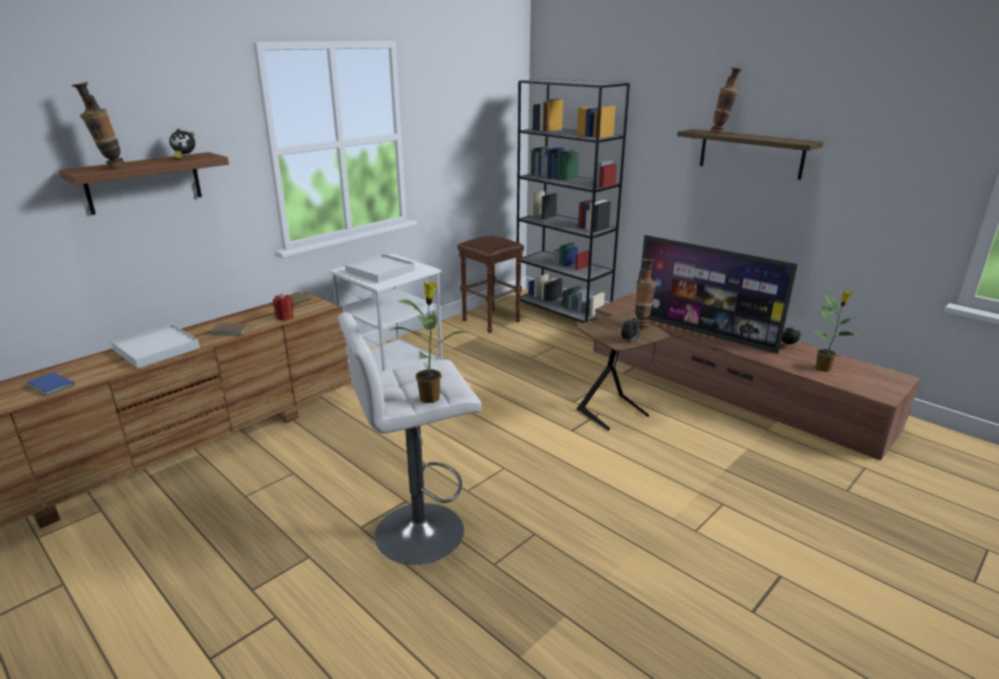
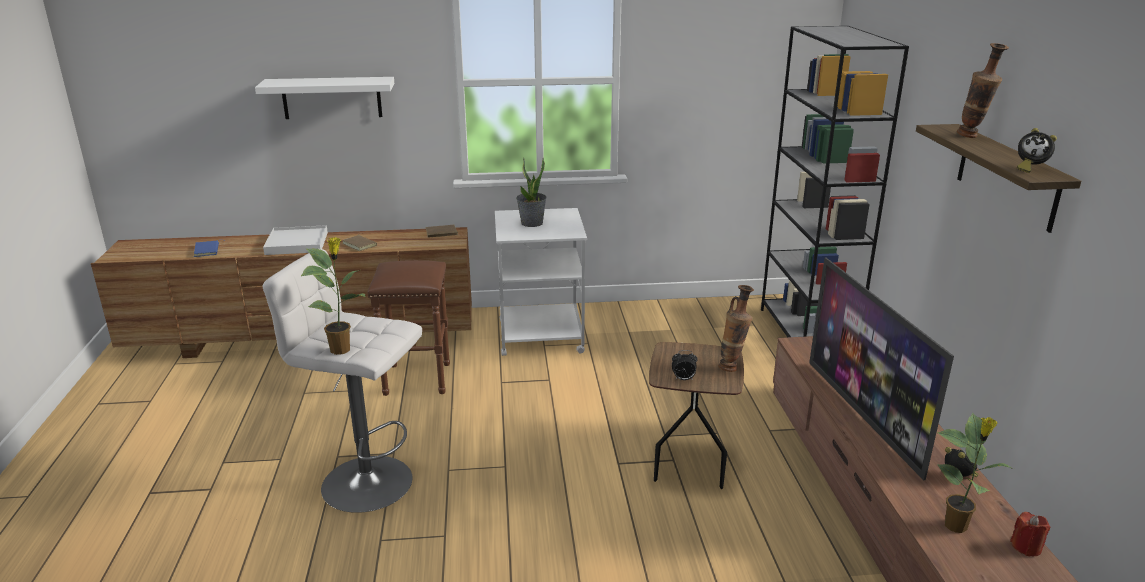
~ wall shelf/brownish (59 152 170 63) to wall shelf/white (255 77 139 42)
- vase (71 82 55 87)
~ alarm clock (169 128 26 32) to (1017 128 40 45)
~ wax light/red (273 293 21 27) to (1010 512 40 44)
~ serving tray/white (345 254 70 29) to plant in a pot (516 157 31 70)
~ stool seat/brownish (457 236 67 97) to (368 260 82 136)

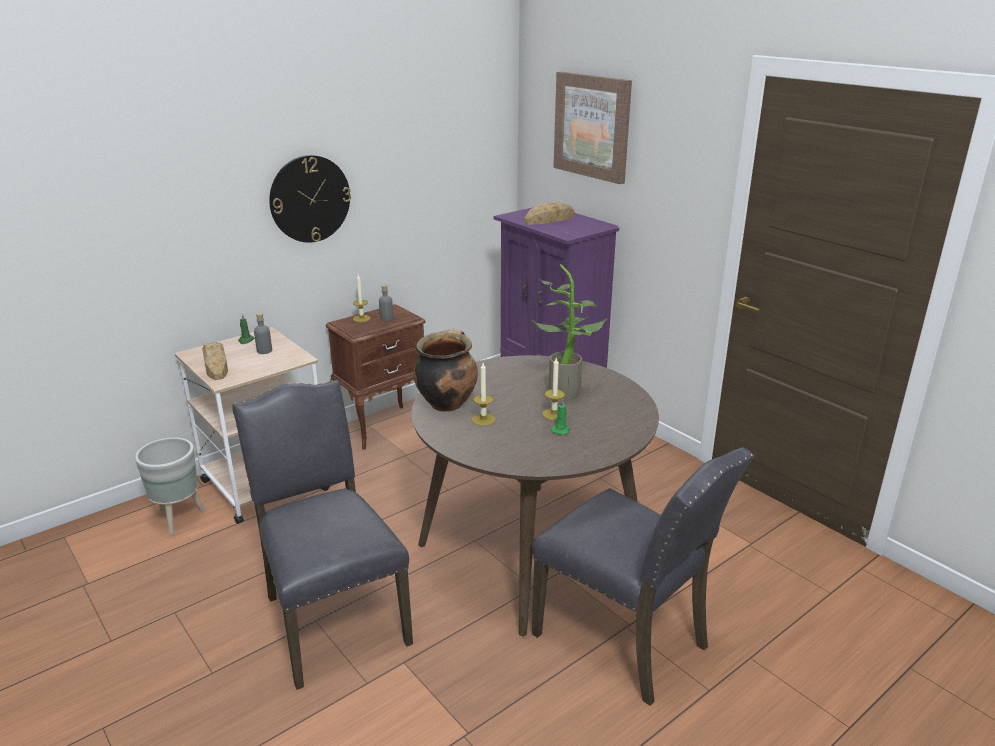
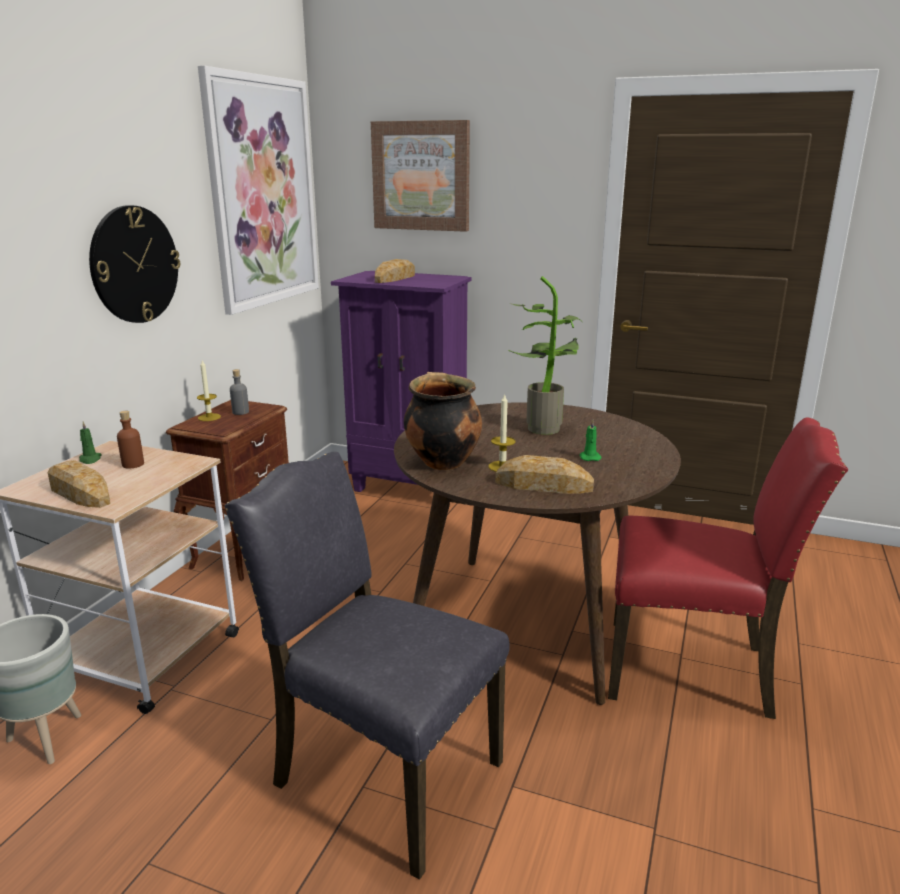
~ bottle/greyish (254 313 18 41) to bottle/brownish (117 411 27 57)
~ chair/greyish (532 447 222 259) to chair/red (608 417 240 302)
- wax light (543 358 22 62)
+ picture (198 66 121 249)
+ baked bread (495 455 99 39)

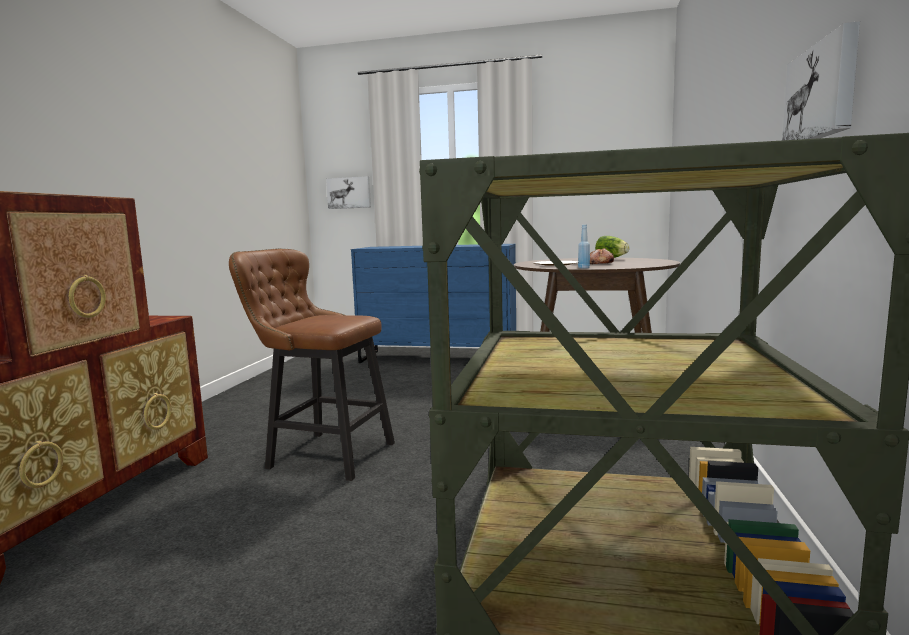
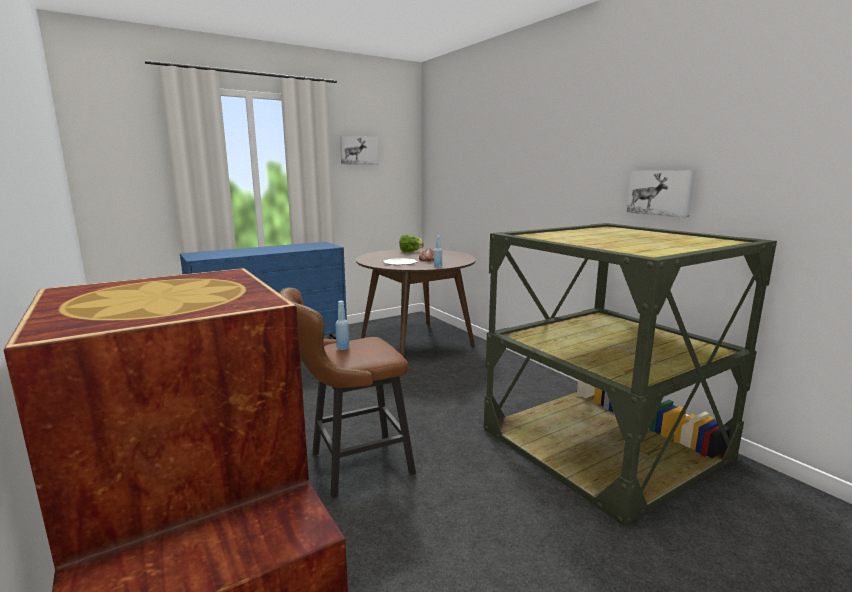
~ picture (326 176 45 33) to (340 135 39 30)
+ bottle/blue-coloured (335 301 15 49)

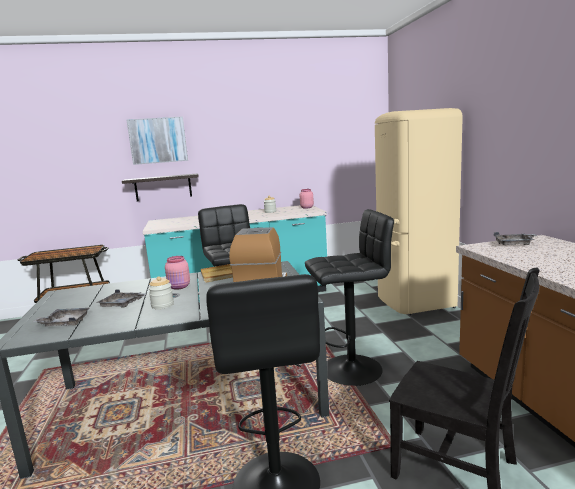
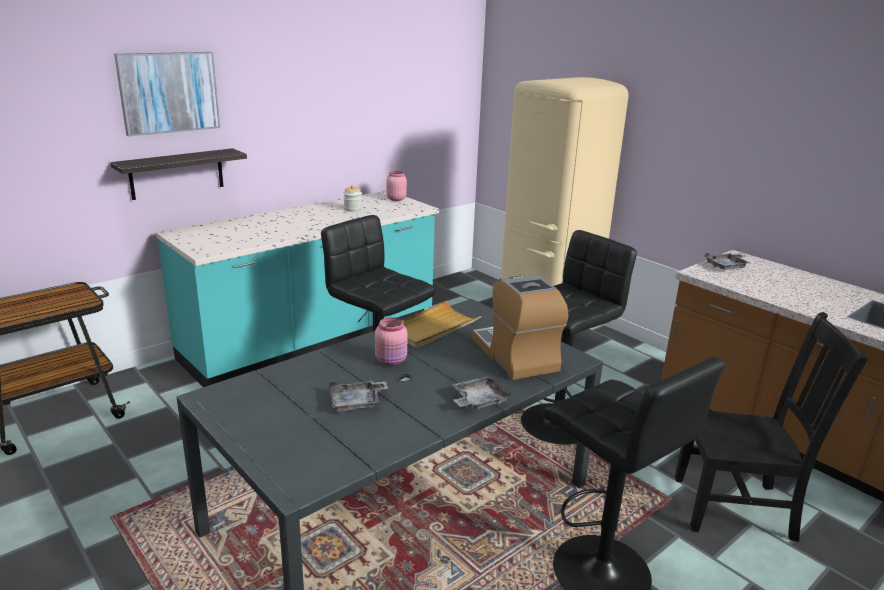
~ serving tray/greyish (33 308 57 19) to (451 376 61 33)
- jar (148 277 26 32)

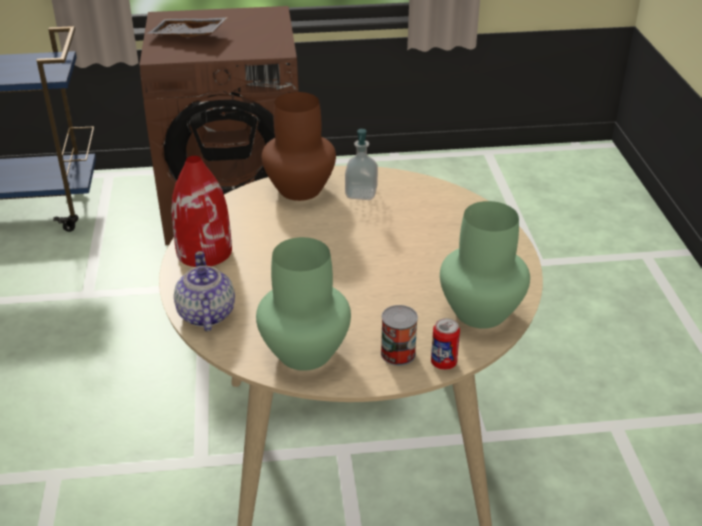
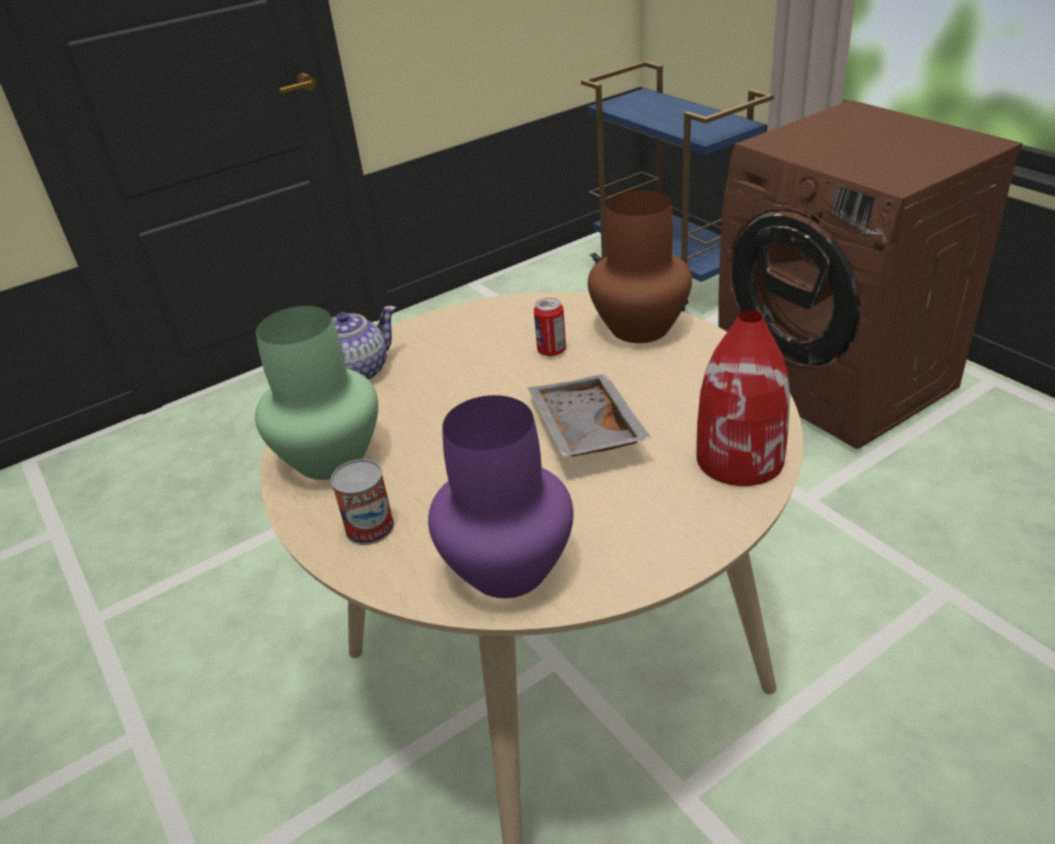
~ serving tray/greyish (147 17 81 20) to (528 374 124 83)
~ vase/red (171 156 61 111) to (696 310 94 176)
- soap bottle (345 129 33 71)
~ metal can (431 318 29 52) to (534 298 32 58)
~ vase/green (440 201 90 128) to vase/purplish (428 395 145 203)

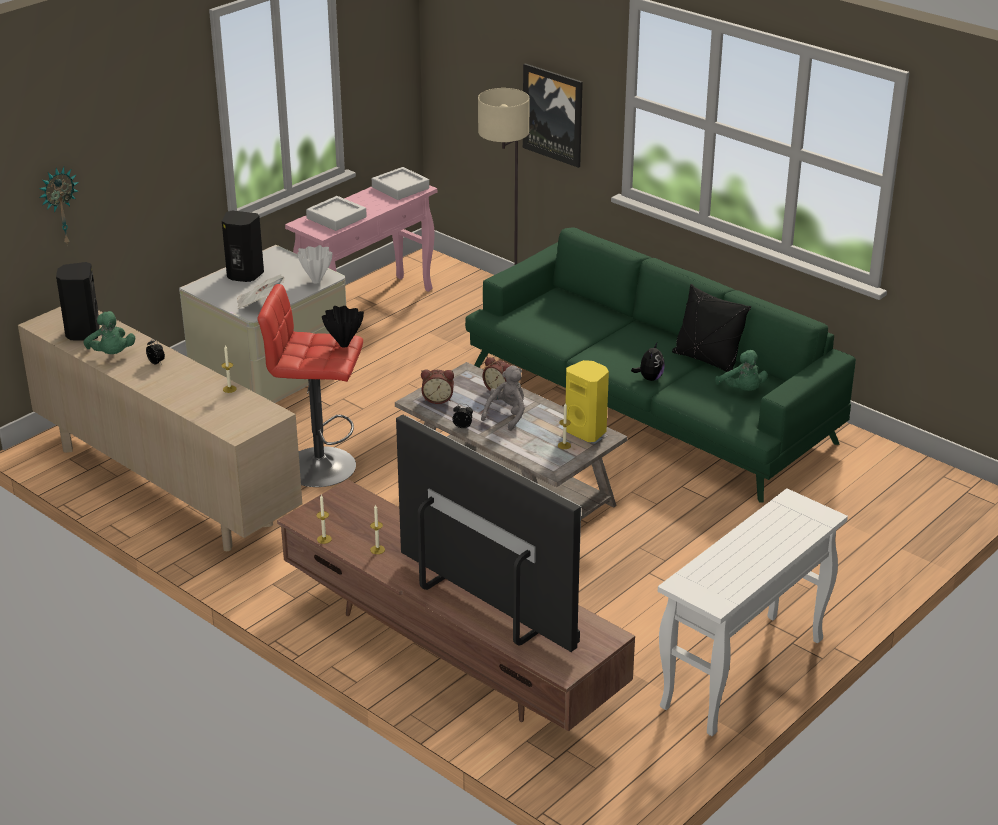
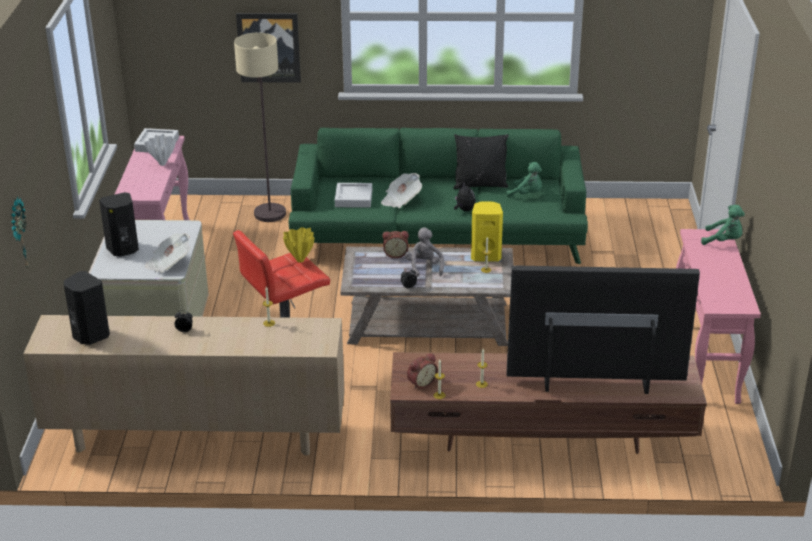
~ plush toy/green (83 311 52 43) to (701 205 44 40)
~ vase/white (298 245 35 39) to (144 134 32 32)
~ serving tray/greyish (306 196 61 35) to (335 183 37 25)
~ vase/blackish (322 306 42 41) to vase/yellowish (283 227 31 36)
~ alarm clock (421 370 33 34) to (407 353 31 37)
~ console table/white (658 488 190 248) to console table/pink-coloured (676 229 85 175)
+ newspaper (381 173 41 35)

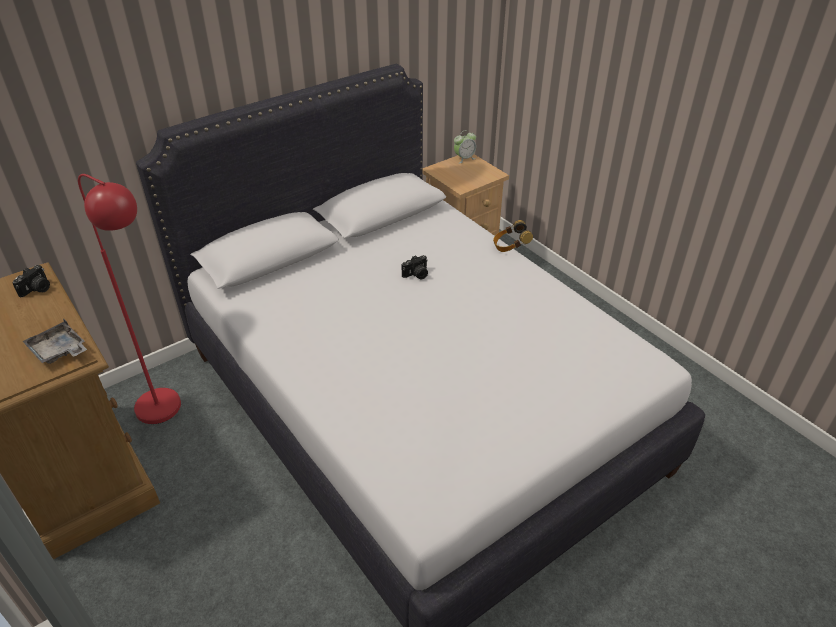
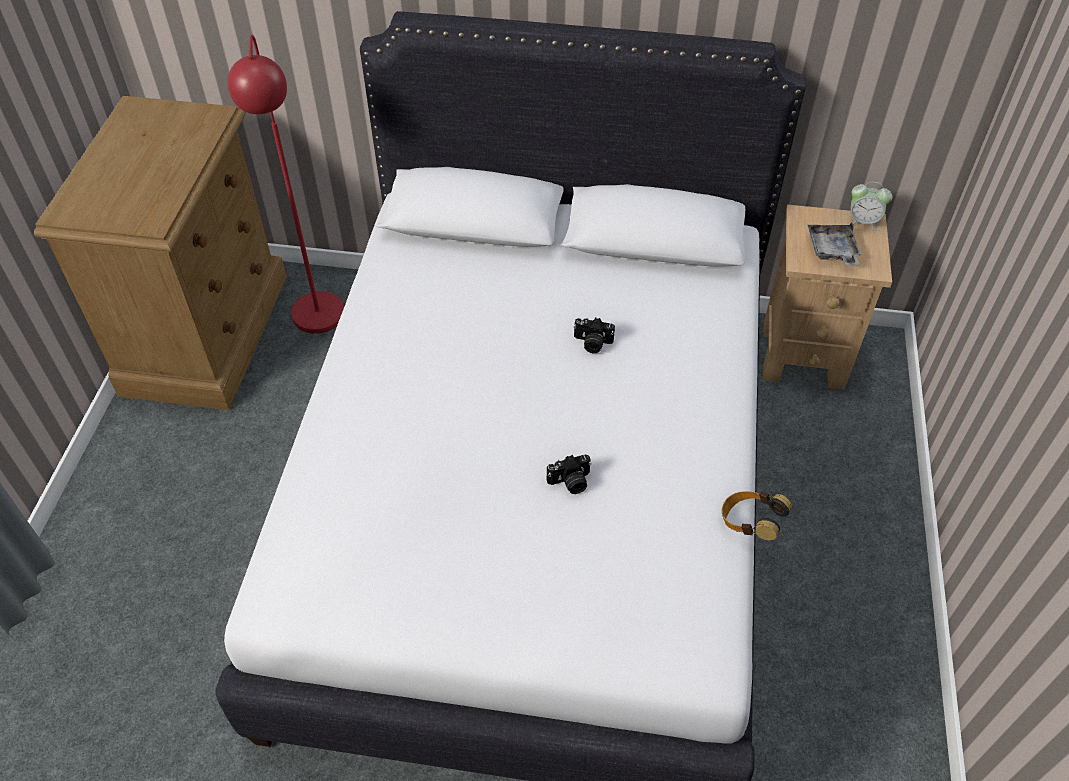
~ photo camera (12 265 38 32) to (547 455 45 39)
~ serving tray/greyish (23 318 64 46) to (808 222 53 43)
~ pair of headphones (493 220 40 32) to (722 491 70 49)

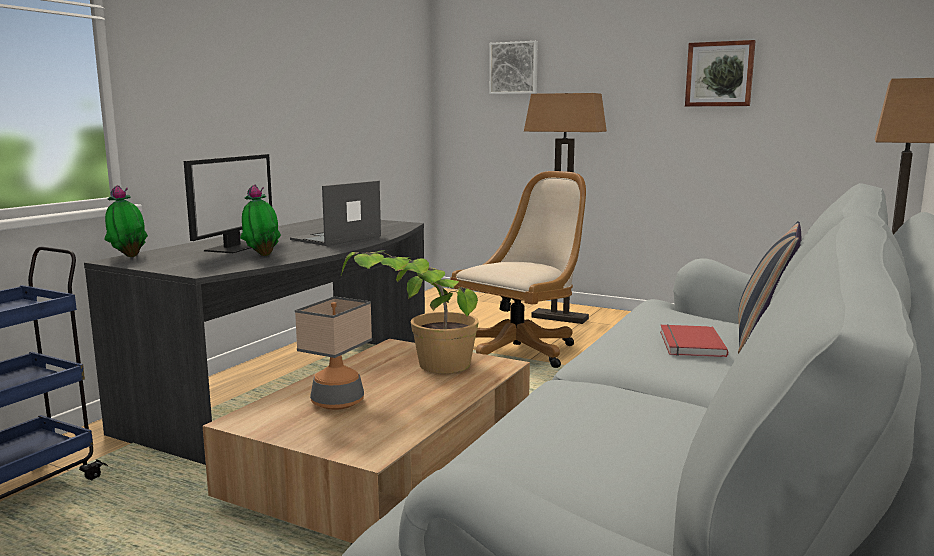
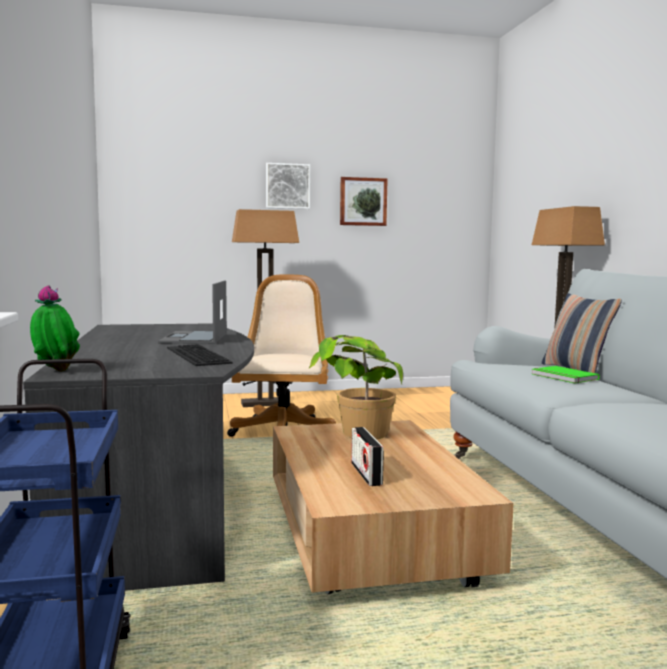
- computer display (184 154 88 99)
~ plant in a pot (240 185 41 71) to computer keyboard (167 344 66 22)
~ table lamp (295 296 77 114) to radio (351 427 33 59)
~ picture (489 41 49 53) to (266 163 44 46)
~ bound book/red (660 324 68 33) to bound book/green (532 366 68 17)

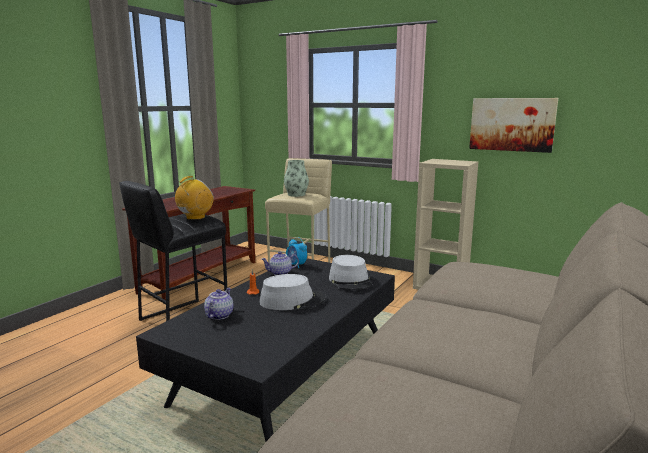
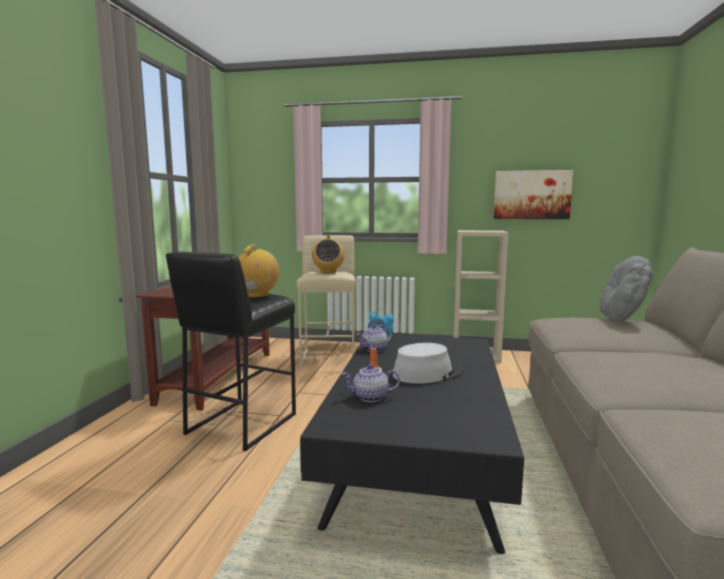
~ pot for tea (204 288 30 32) = (342 364 58 38) 90 degrees counterclockwise
~ vase (284 160 25 37) to radio (312 235 33 38)
- hat/greyish (329 255 43 35)
+ cushion/greyish (600 256 52 66)

